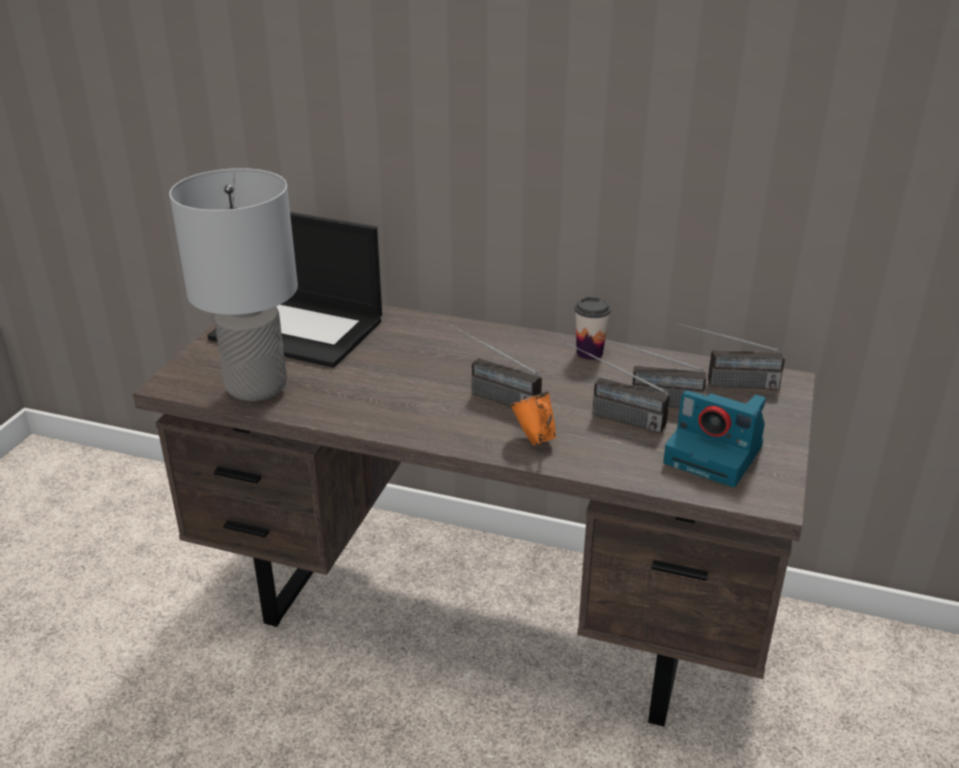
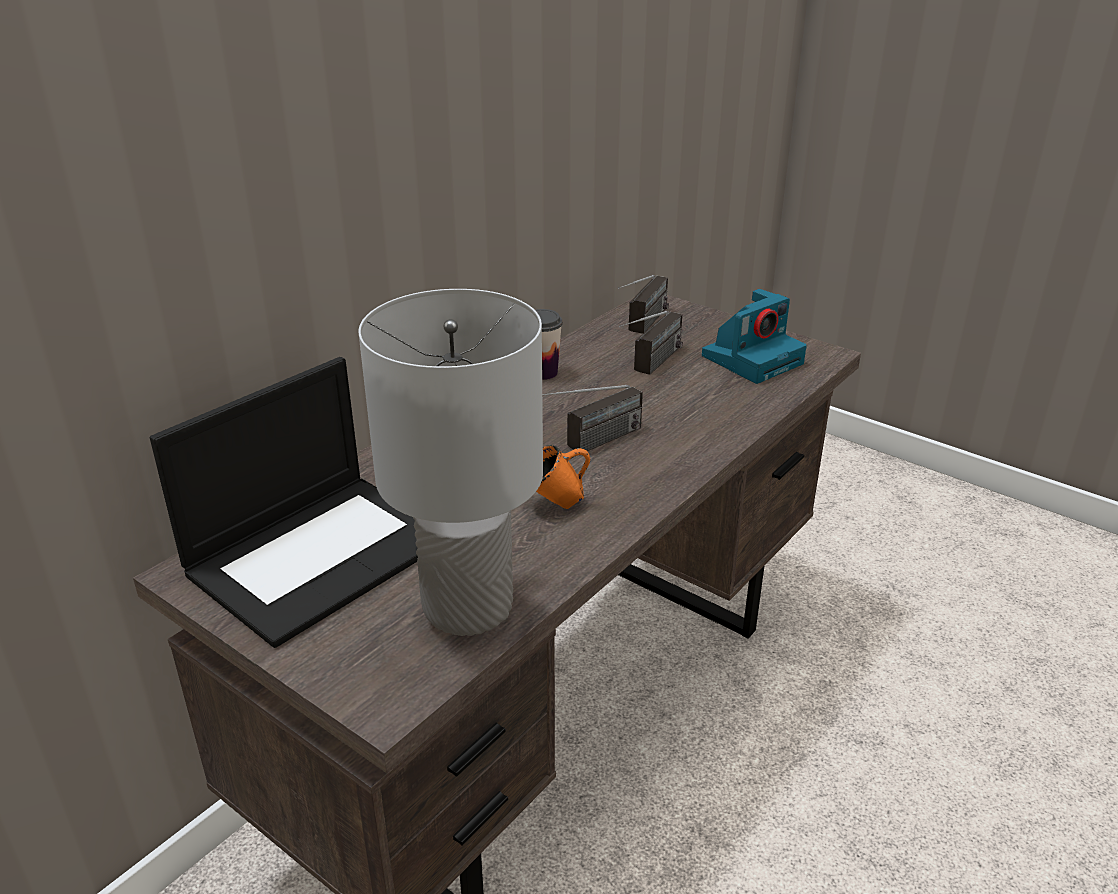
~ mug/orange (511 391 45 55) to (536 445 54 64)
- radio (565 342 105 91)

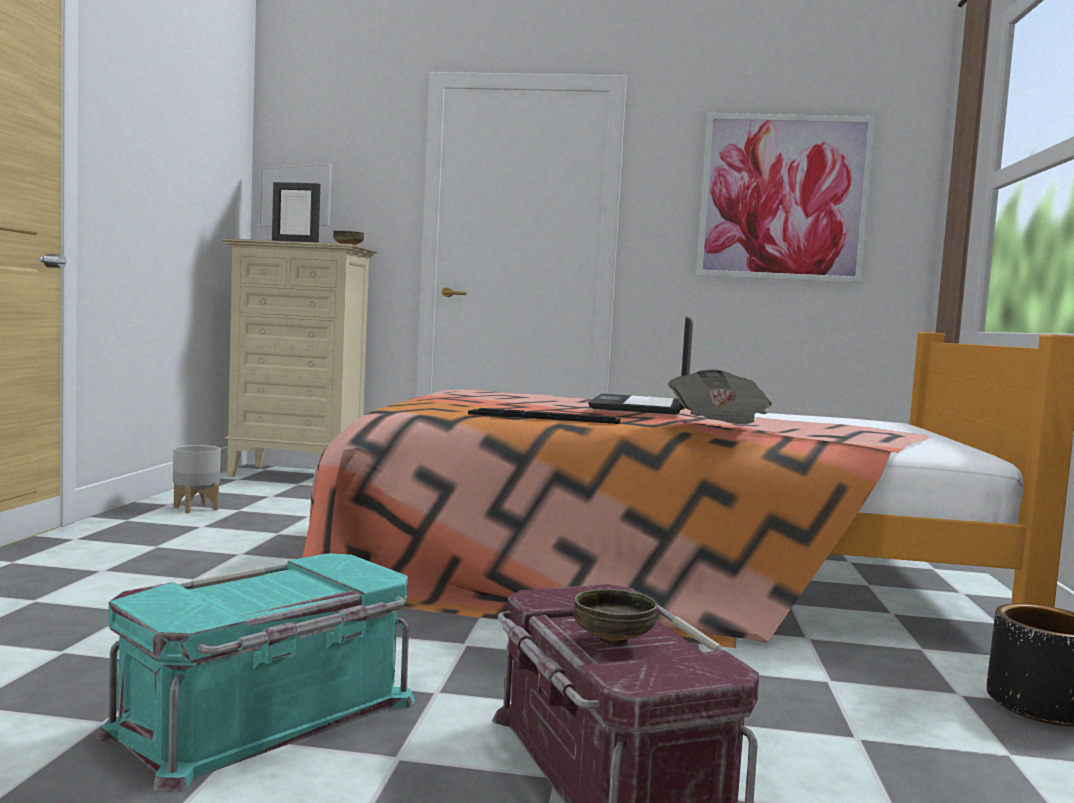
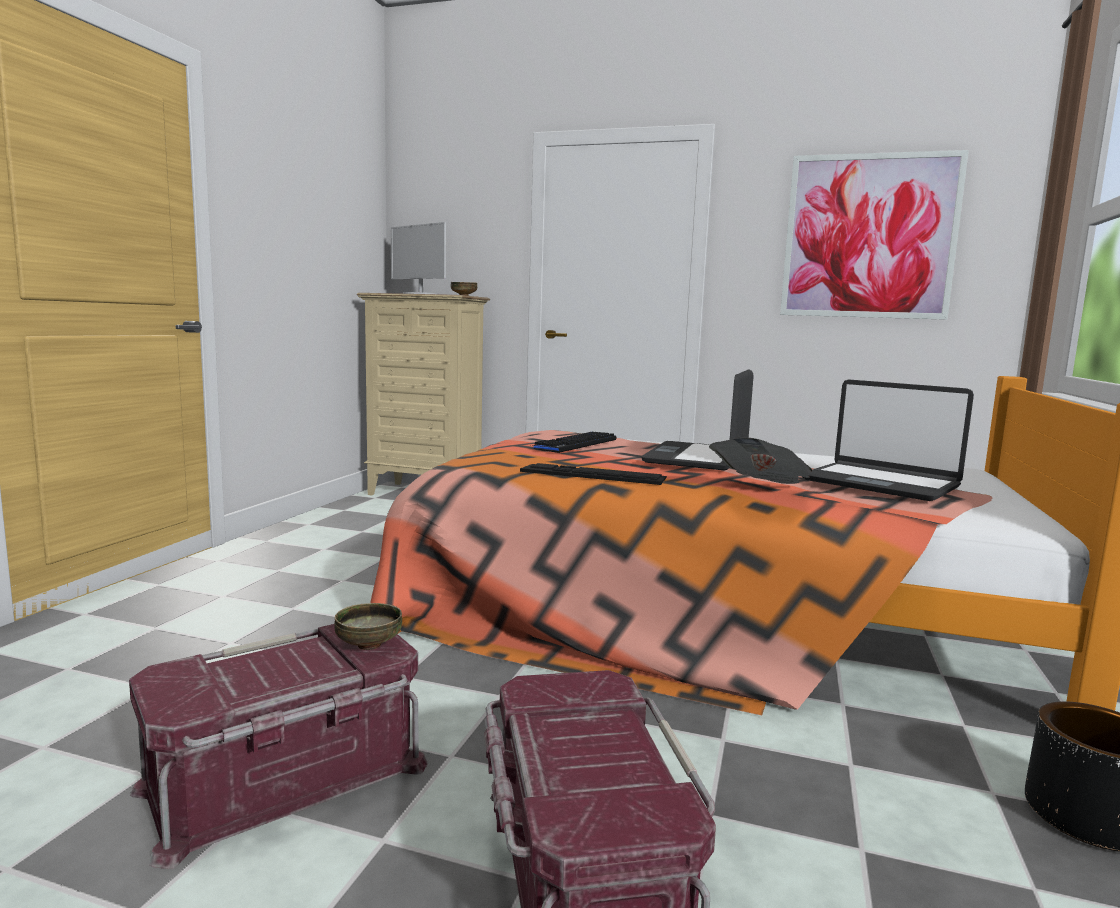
~ storage container/turquoise (96 553 319 239) to storage container/red (129 624 299 245)
- planter/greyish (173 445 48 68)
- standing frame (272 182 48 61)
~ deep dish (574 589 83 57) to (334 603 68 47)
+ computer keyboard (532 432 85 21)
+ portable computer (802 379 172 122)

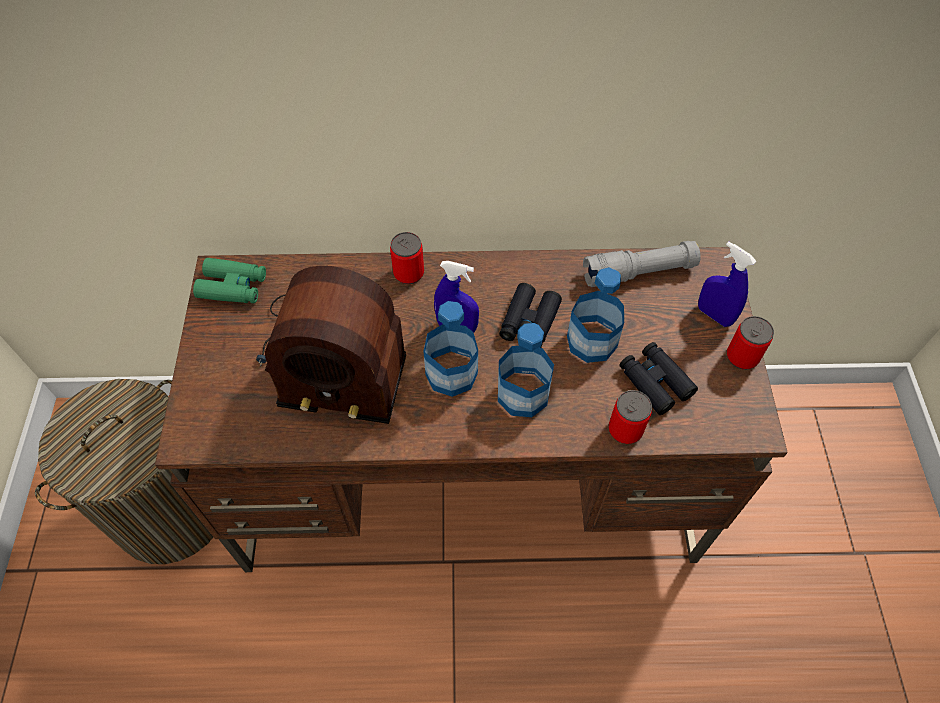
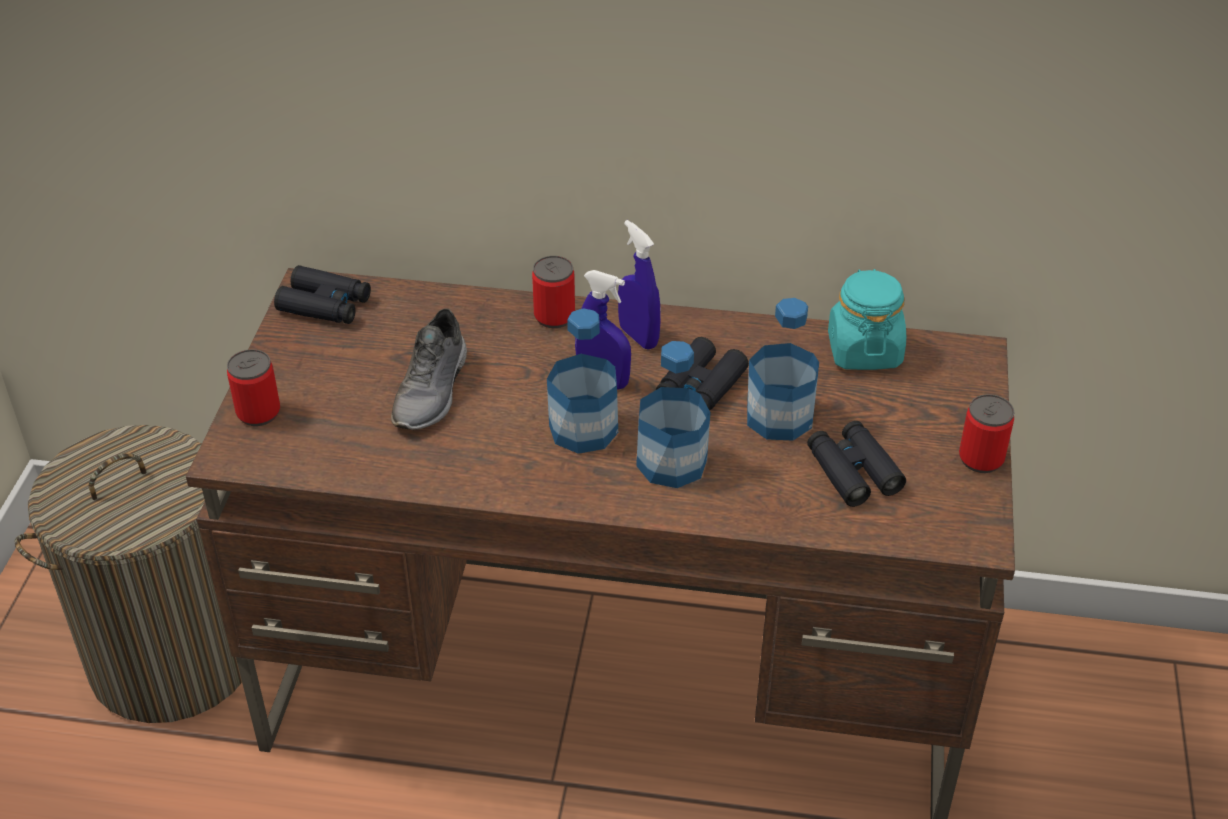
~ binoculars/green (193 258 73 45) to binoculars/blackish (274 265 97 59)
~ radio (256 266 150 158) to shoe/greyish (391 308 76 122)
~ torch/greyish (583 241 118 46) to jar/turquoise (828 269 78 101)
~ metal can (609 390 43 54) to (227 349 53 77)
~ spray bottle/blue-coloured (698 241 59 86) to (618 220 43 130)

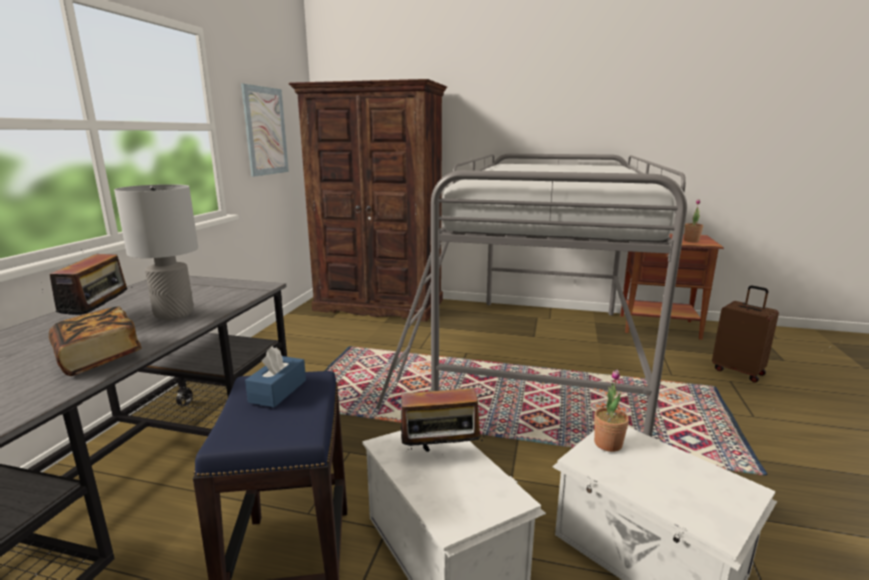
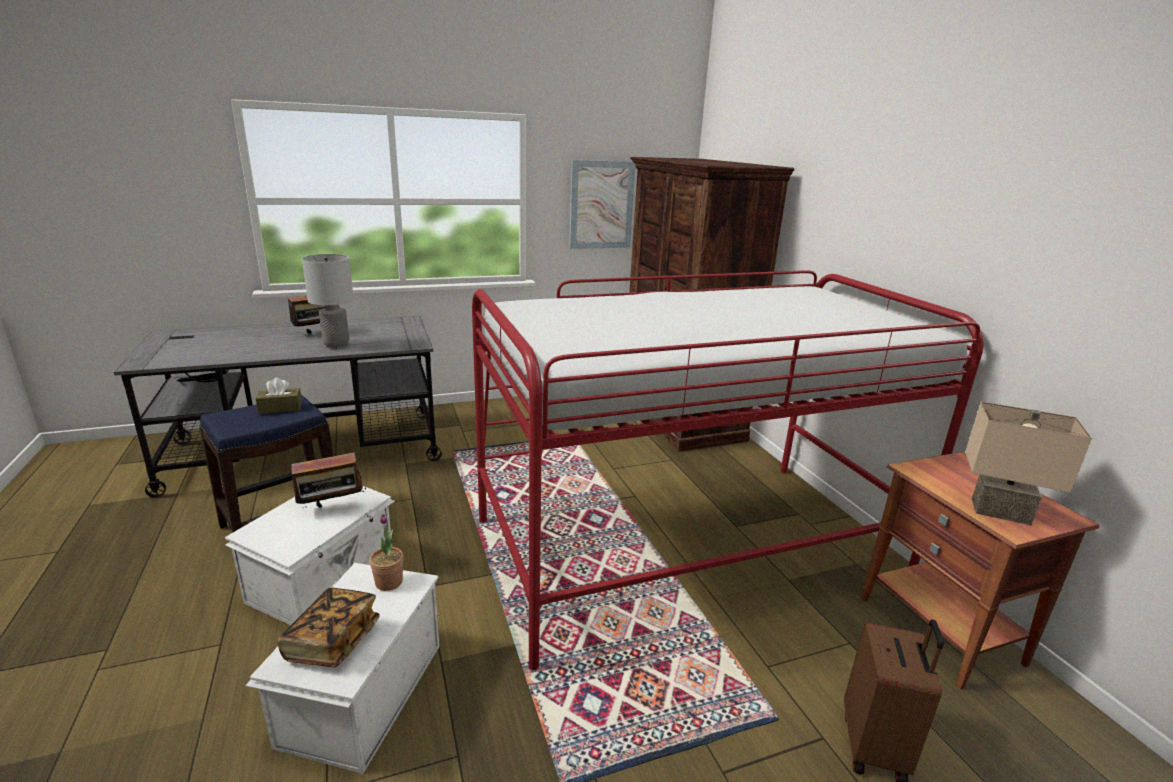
~ bound book (49 306 93 70) to (277 588 103 80)
~ tissue box/blue-coloured (245 346 61 61) to tissue box/brownish (256 378 46 36)
~ sleeping bed/greyish (376 154 311 283) to sleeping bed/red (472 270 512 400)
~ radio (400 385 85 69) = (291 452 75 55) 75 degrees counterclockwise
~ plant in a pot (684 199 19 43) to table lamp/sand-coloured (965 401 127 125)

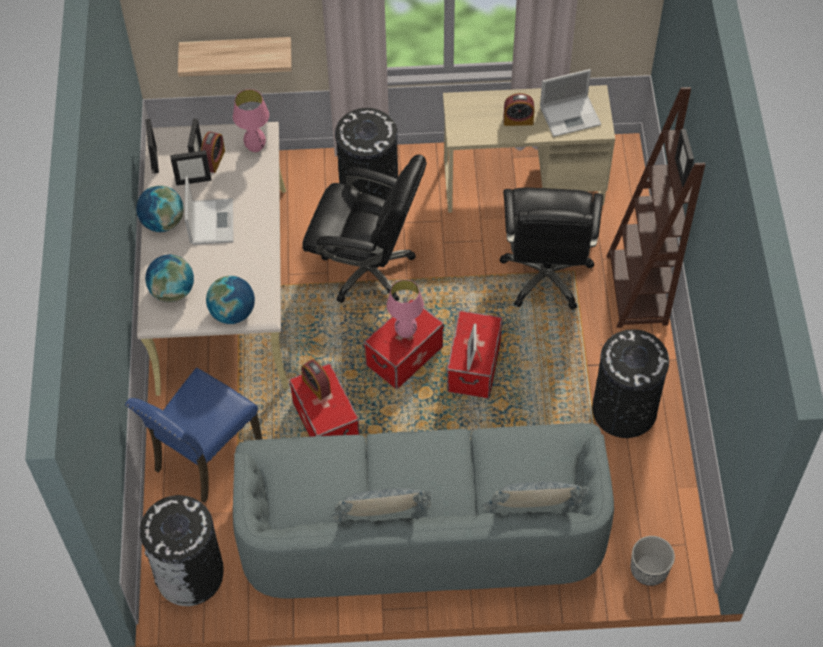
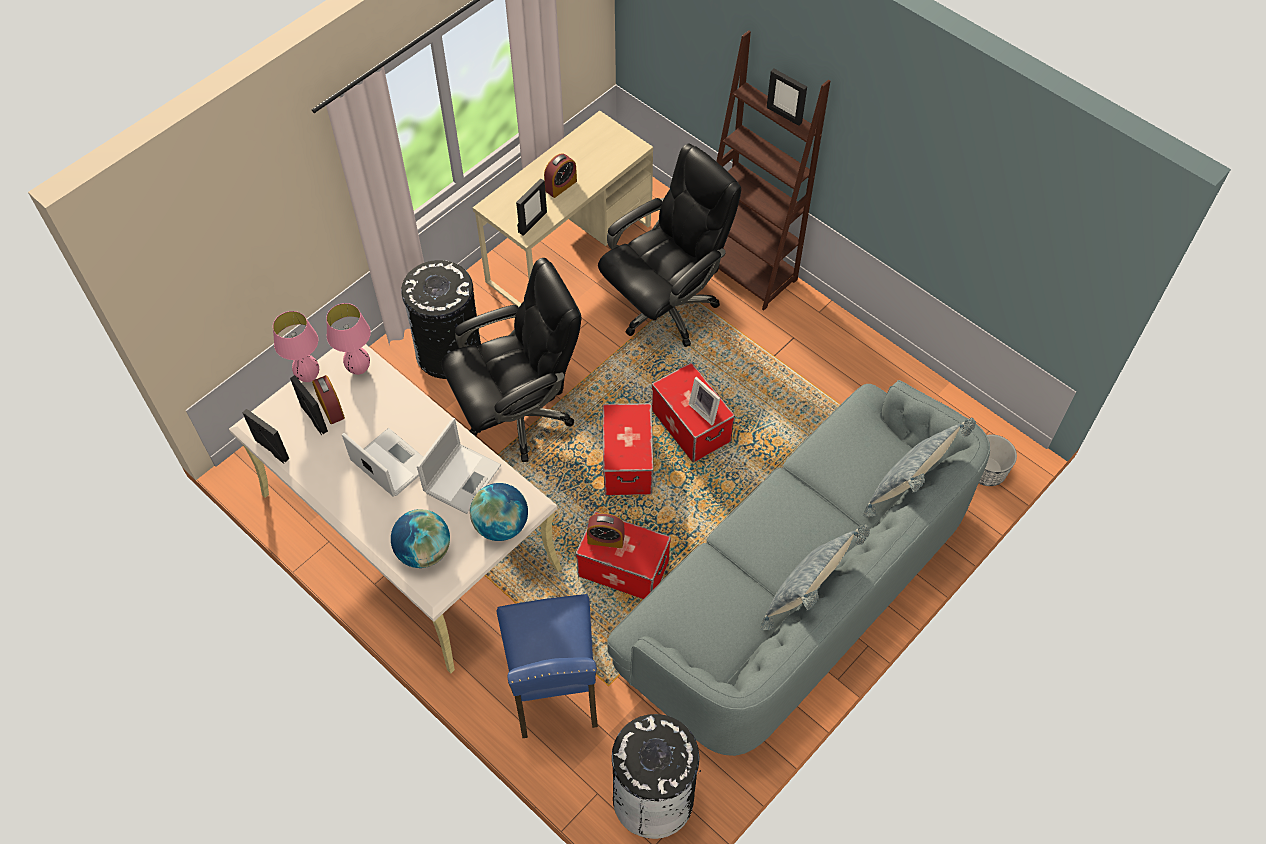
- desk globe (136 185 48 47)
~ standing frame (170 150 42 36) to (516 178 31 58)
- wall shelf (178 37 114 40)
~ table lamp/pink-coloured (387 280 37 58) to (273 311 46 71)
~ desk chair/blackish (500 187 103 123) = (598 144 143 203) 90 degrees counterclockwise
~ portable computer (540 69 61 68) to (417 418 84 96)
- rubbish bin/blackish (592 329 77 109)

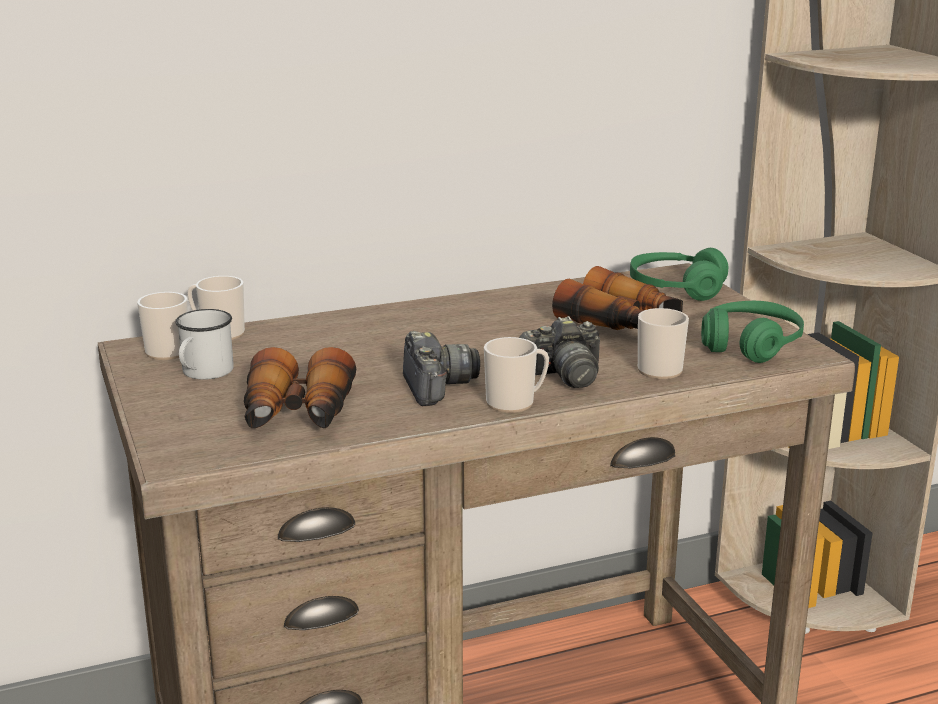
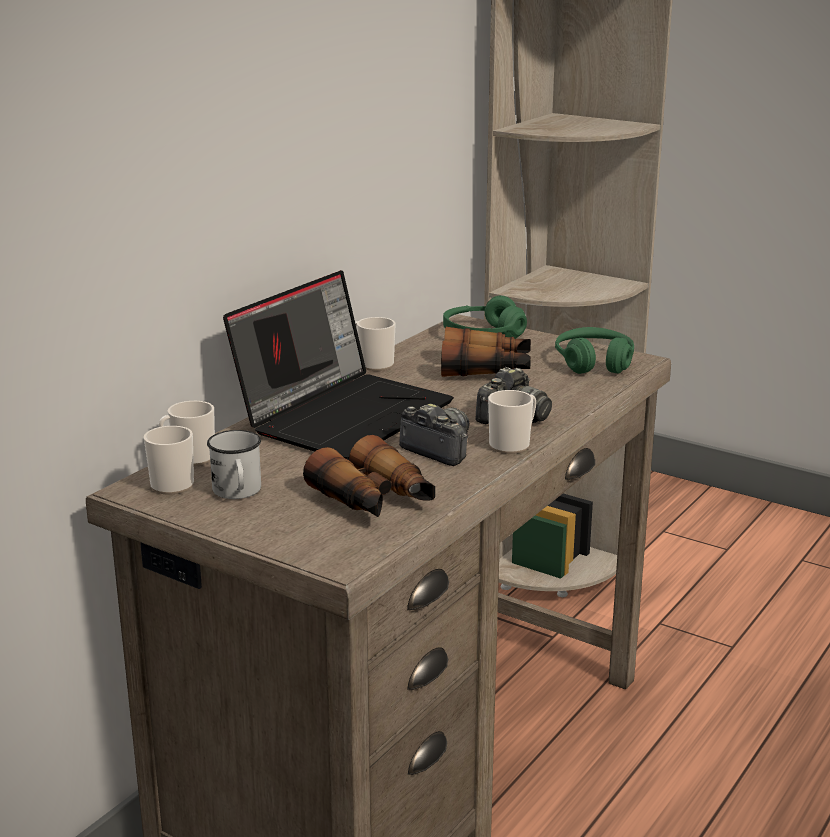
~ mug (638 308 51 71) to (355 317 41 54)
+ portable computer (223 270 231 190)

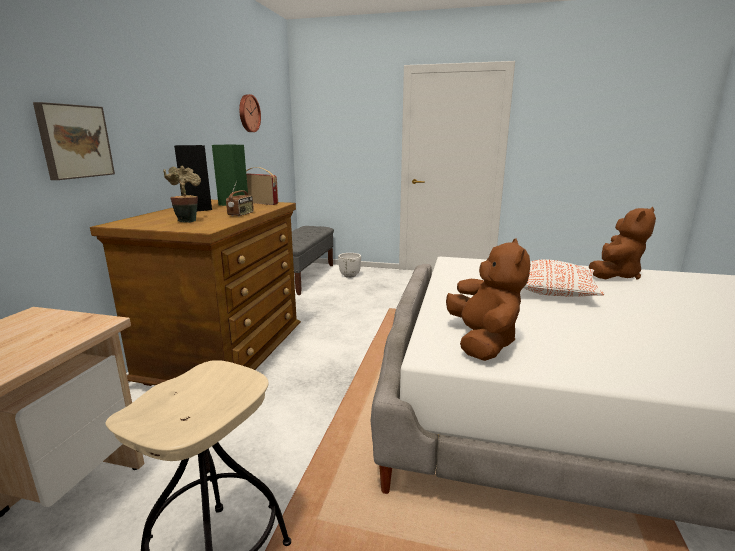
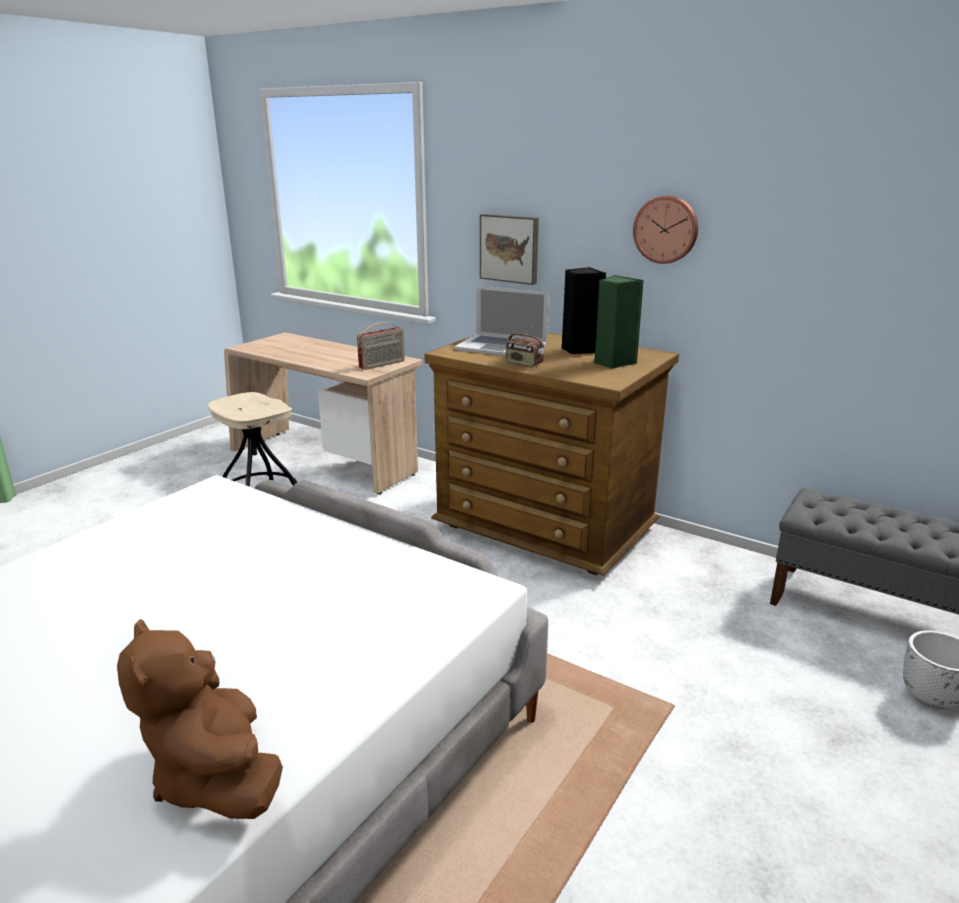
~ plant in a pot (163 166 38 57) to portable computer (454 286 95 70)
~ hanging clock (239 94 22 38) to (633 196 65 68)
~ radio (246 167 32 38) to (357 322 48 48)
- plush toy/brownish (446 238 84 123)
- cushion/white (524 259 81 38)

